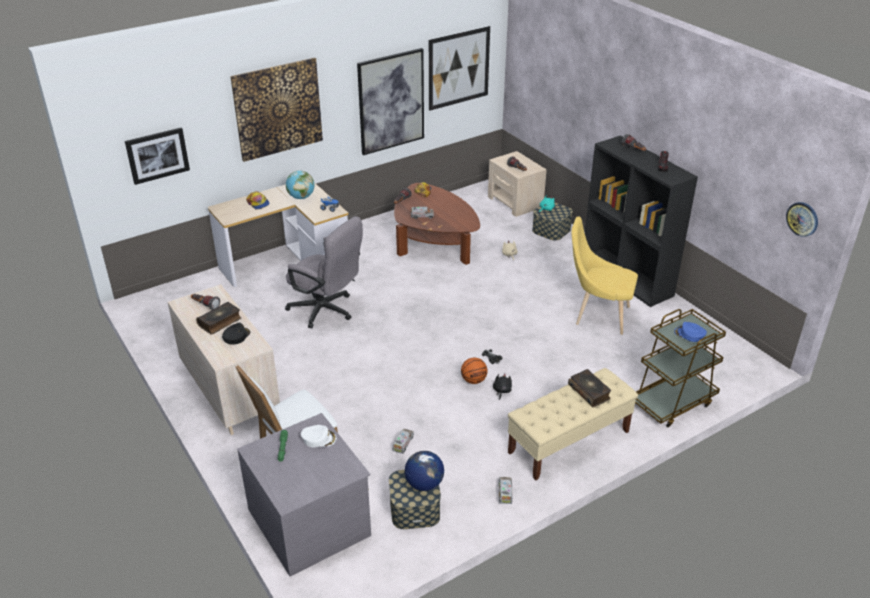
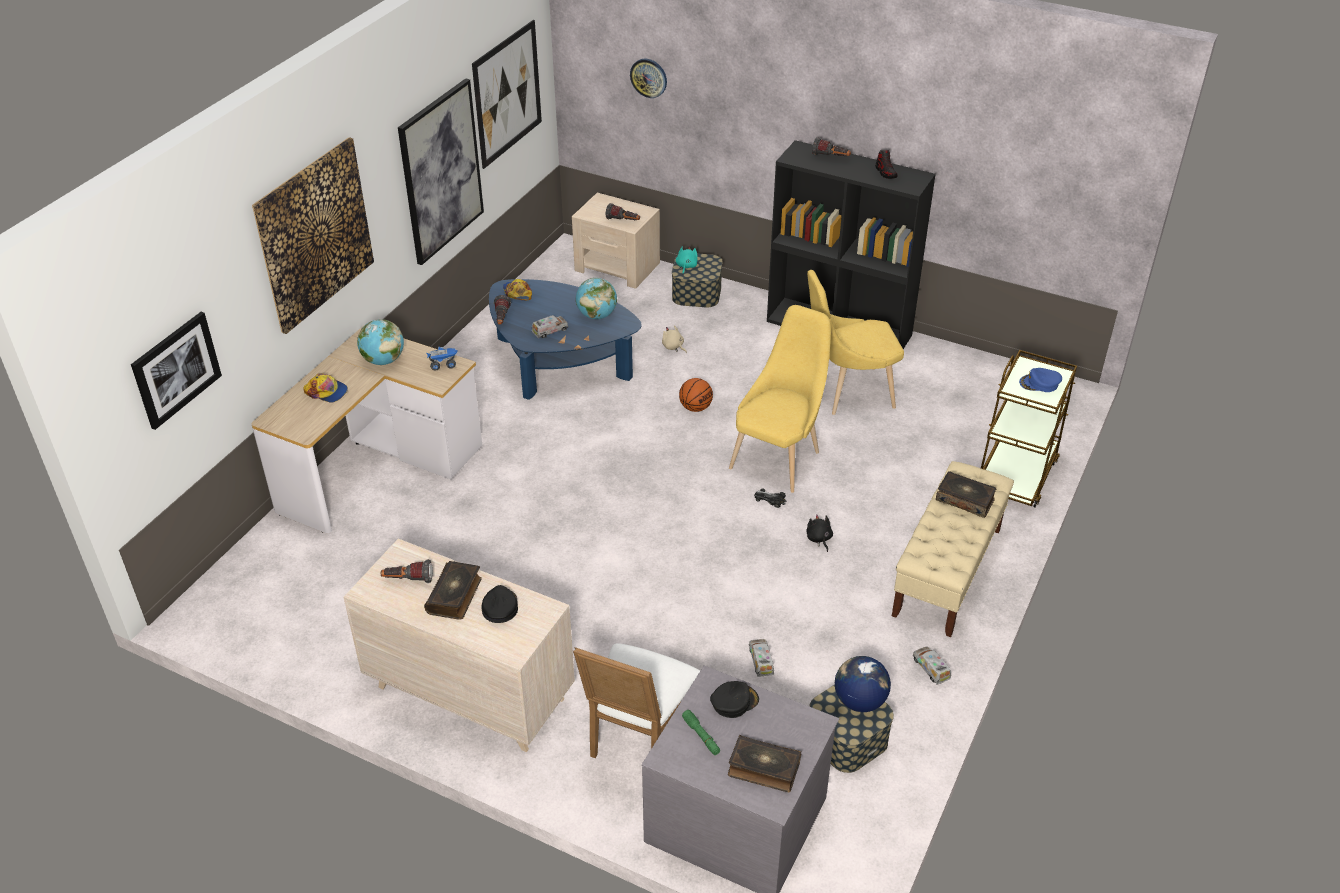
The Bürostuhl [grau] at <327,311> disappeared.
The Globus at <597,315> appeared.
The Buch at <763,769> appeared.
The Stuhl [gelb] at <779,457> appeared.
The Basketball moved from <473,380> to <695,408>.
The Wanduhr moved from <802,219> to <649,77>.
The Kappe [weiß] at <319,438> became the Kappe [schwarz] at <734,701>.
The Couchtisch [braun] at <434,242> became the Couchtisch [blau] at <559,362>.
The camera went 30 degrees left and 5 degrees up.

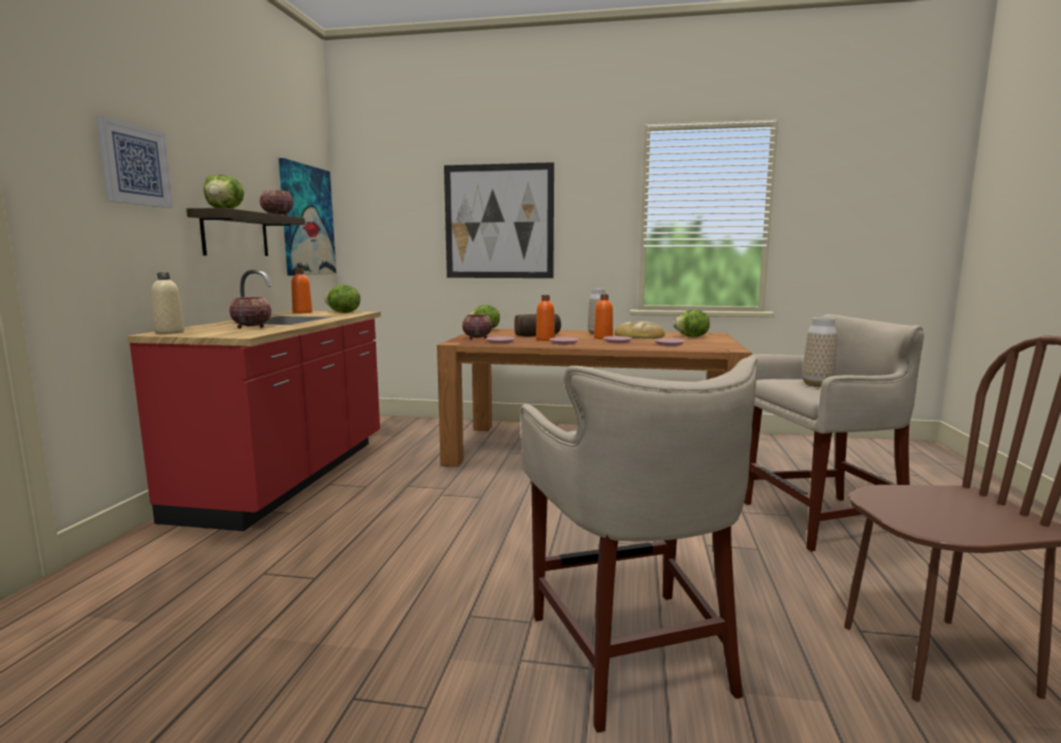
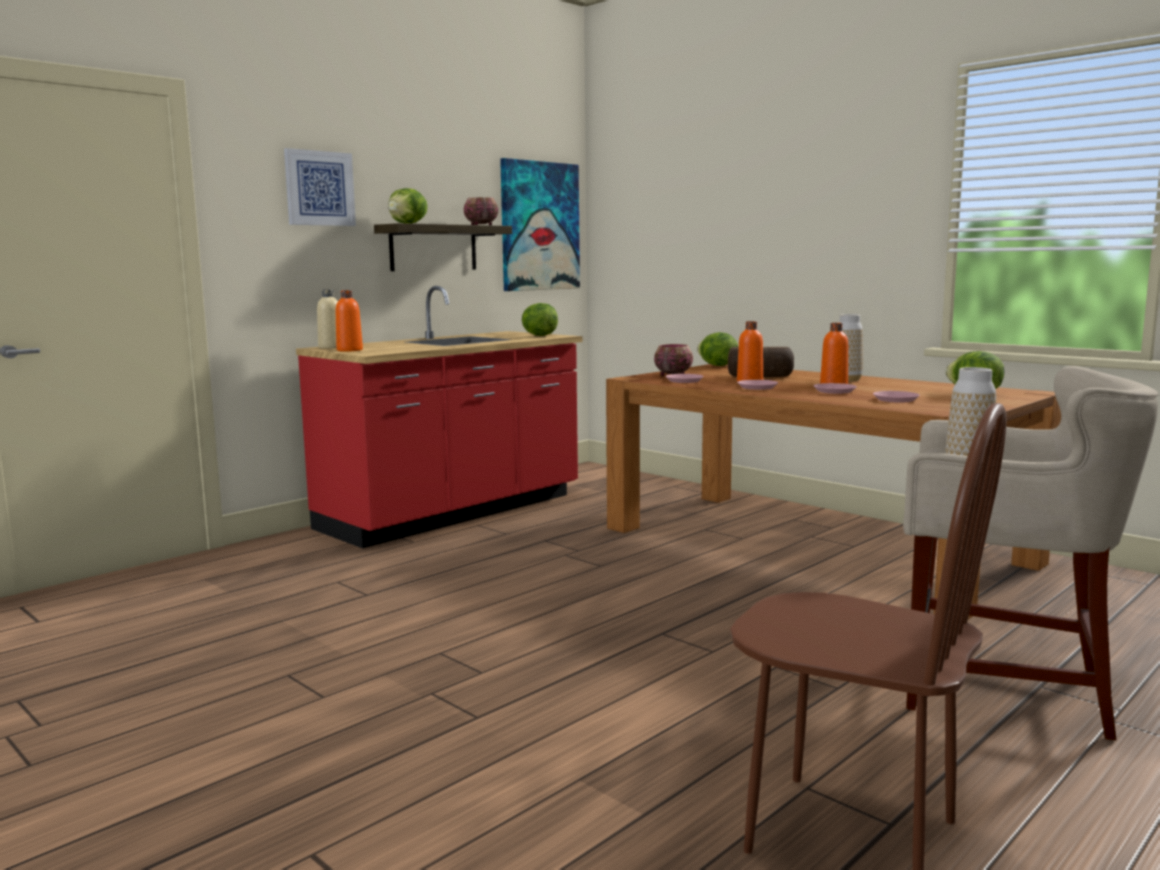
The Schüssel at <251,327> disappeared.
The Bild at <499,222> disappeared.
The Hocker [beige] at <632,650> disappeared.
The Brot at <639,336> disappeared.
The Flasche [orange] moved from <302,312> to <349,350>.
The camera went 35 degrees right and 0 degrees up.

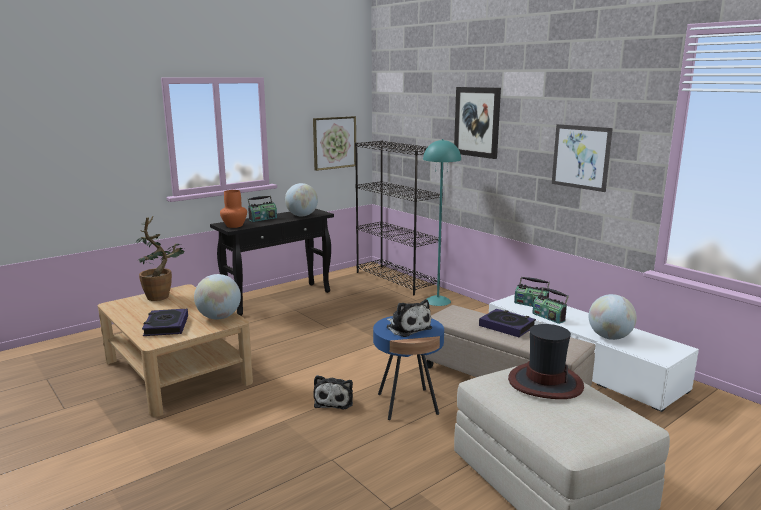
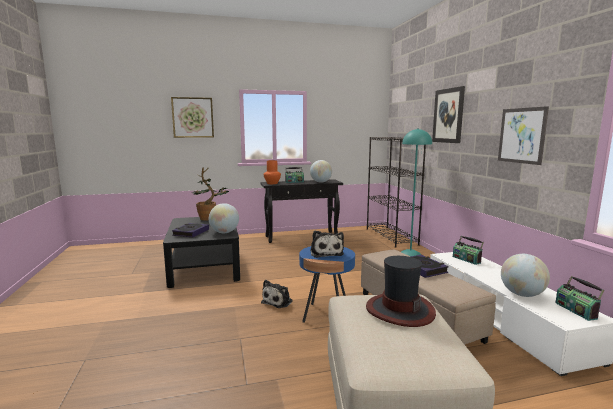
The Bild moved from <334,142> to <193,117>.
The Radio moved from <549,317> to <576,310>.
The Couchtisch [beige] at <176,371> became the Couchtisch [schwarz] at <204,266>.
The camera went 25 degrees right and 5 degrees down.

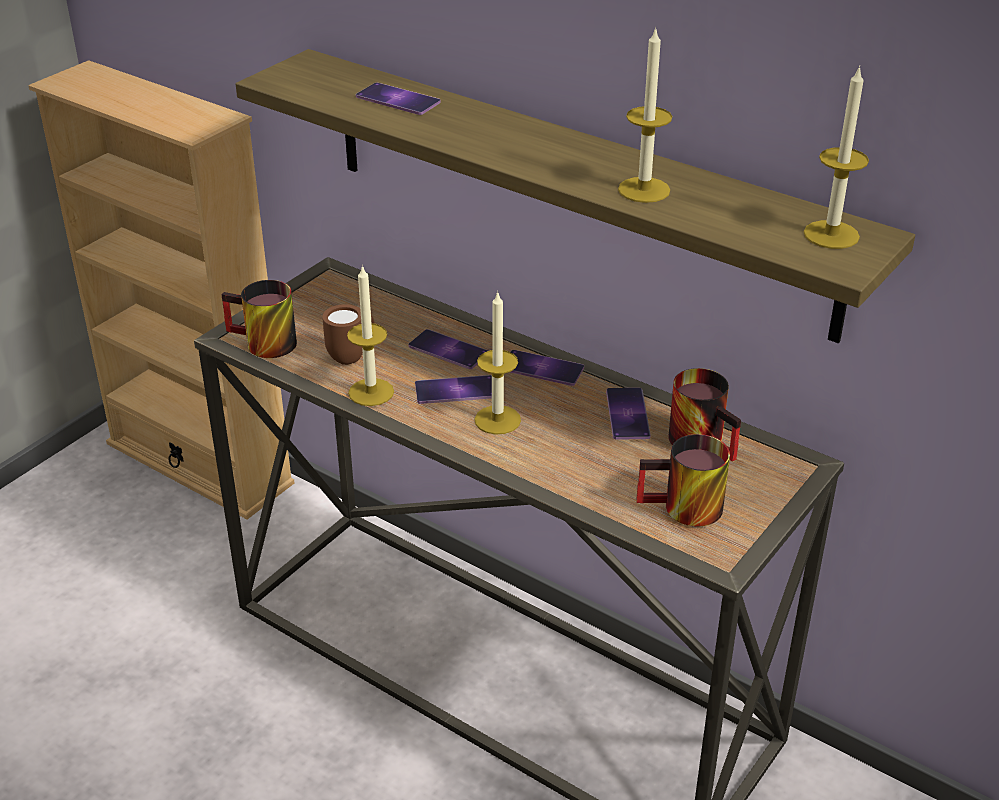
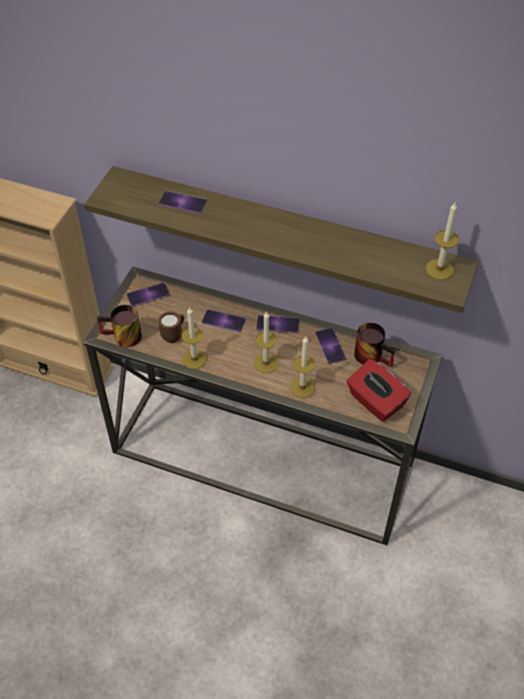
The Handy moved from <455,390> to <148,294>.
The Kerze moved from <644,190> to <302,387>.
The Henkelbecher at <683,510> was replaced by the Taschentuchbox [rot] at <375,402>.
The camera went 15 degrees left and 15 degrees up.

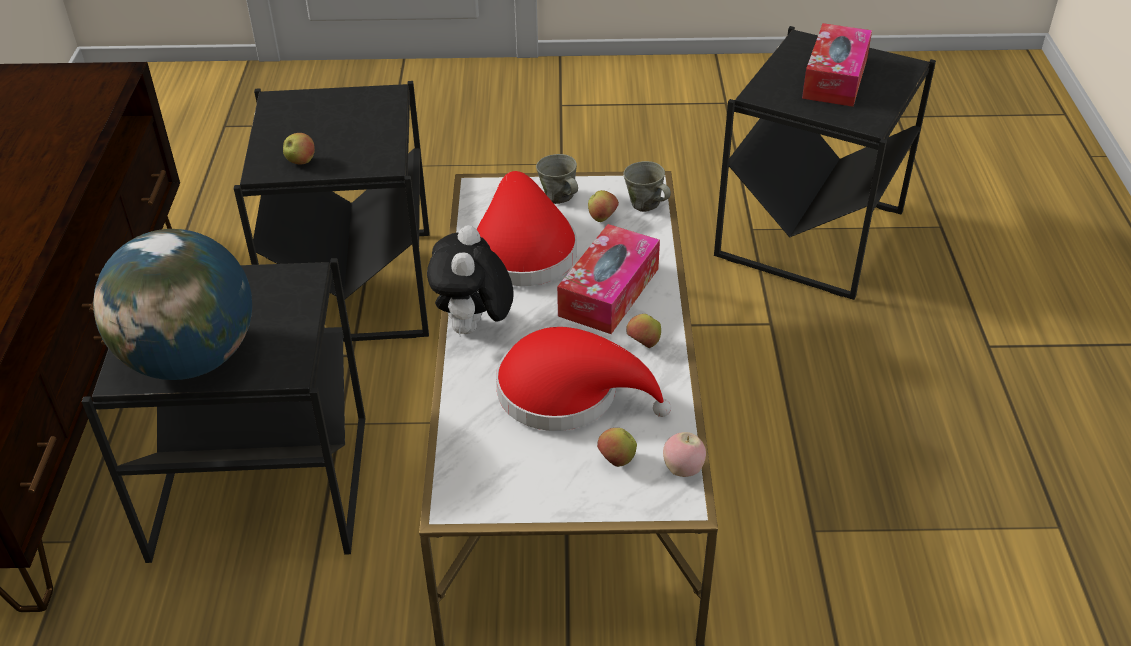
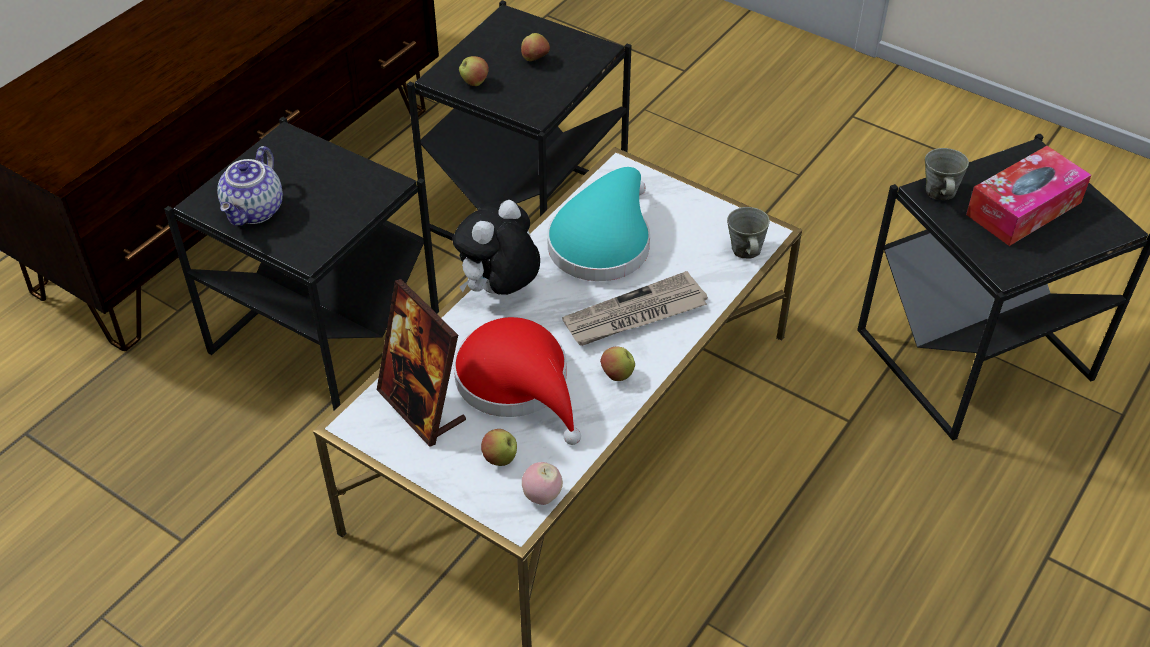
The Bilderrahmen at <422,407> appeared.
The Henkelbecher [grau] moved from <559,197> to <940,193>.
The Apfel moved from <602,218> to <535,60>.
The Globus at <190,358> was replaced by the Teekanne at <255,211>.
The Taschentuchbox at <609,292> was replaced by the Zeitung at <634,315>.
The Hut [rot] at <522,249> became the Hut [türkis] at <602,241>.
The camera went 35 degrees right and 5 degrees up.

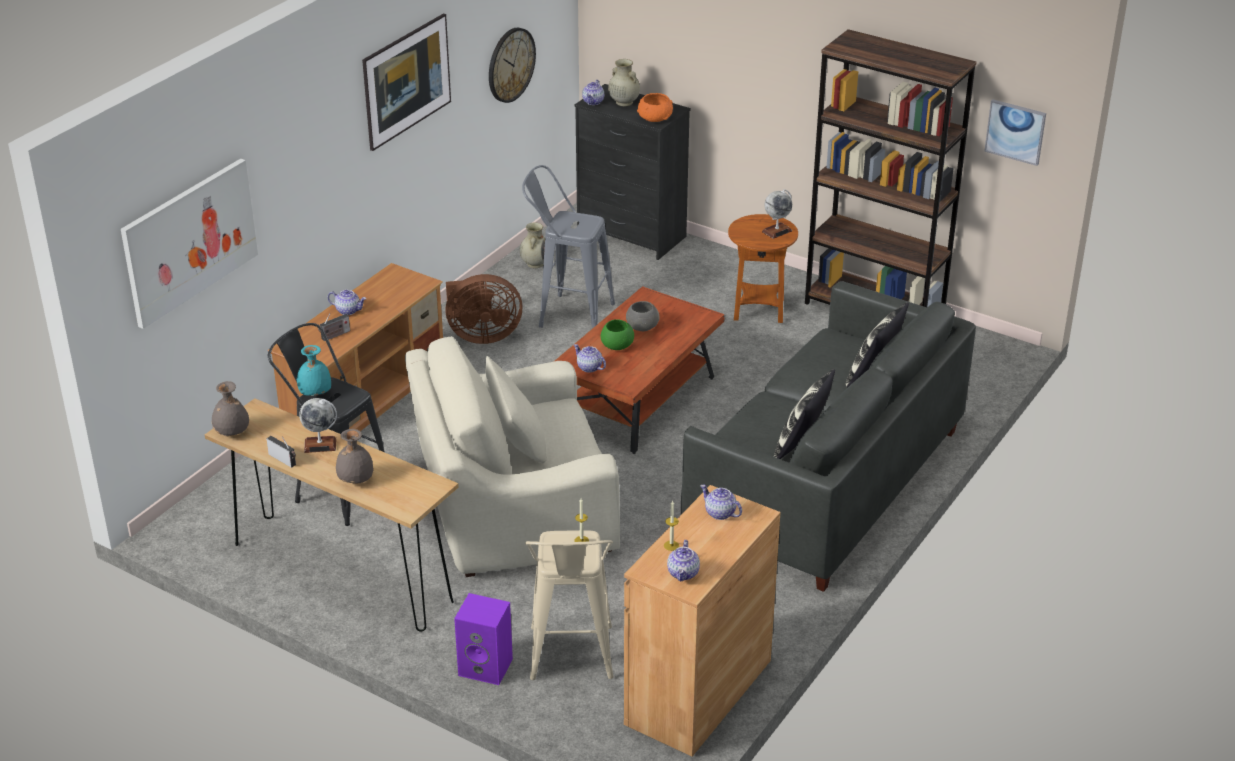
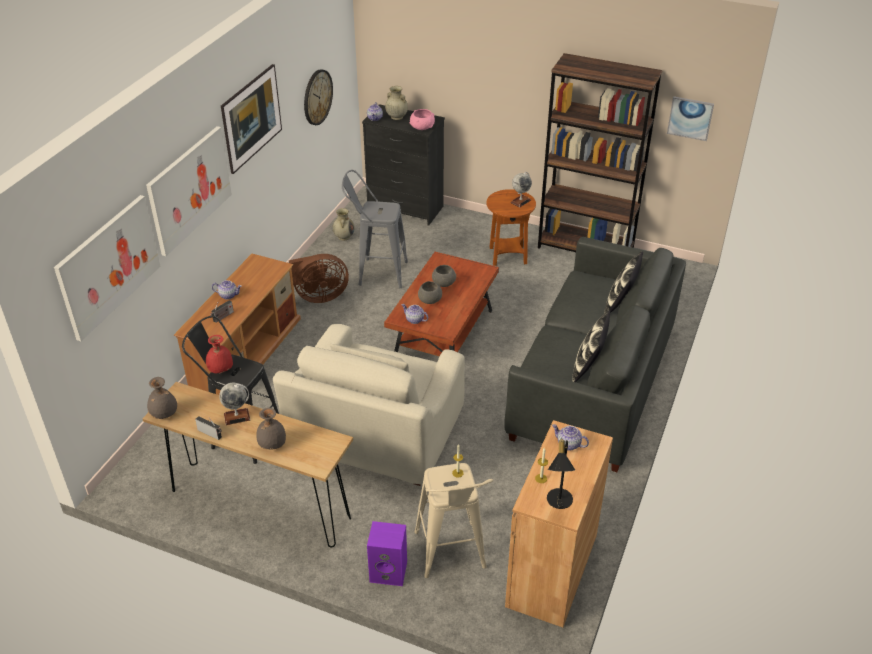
The Bild at <189,189> appeared.
The Teekanne at <683,573> was replaced by the Tischlampe [schwarz] at <558,502>.
The Vase [türkis] at <314,394> became the Vase [rot] at <220,370>.
The Schüssel [grün] at <616,346> became the Schüssel [grau] at <429,300>.
The Schüssel [orange] at <655,118> became the Schüssel [rosa] at <422,127>.
The Sessel [beige] at <512,509> turned 45 degrees counterclockwise.
The camera went 10 degrees left and 5 degrees up.

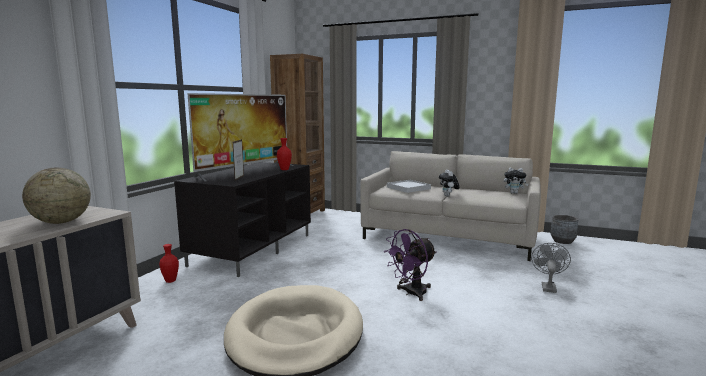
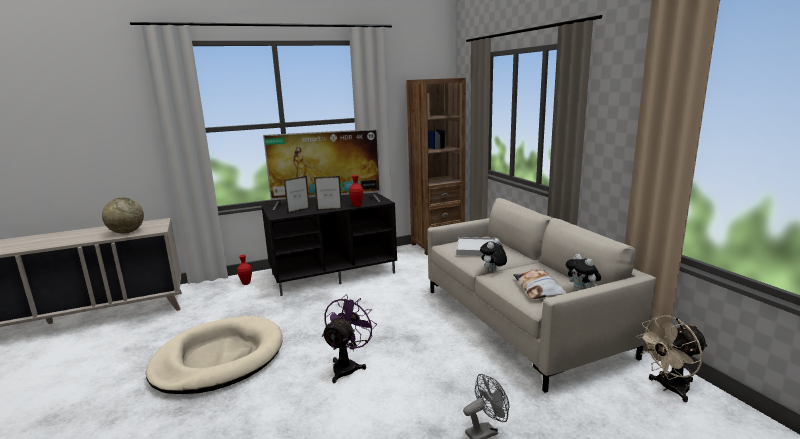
The Bilderrahmen at <329,209> appeared.
The Kissen at <538,288> appeared.
The Pflanzkübel [grau] at <562,241> was replaced by the Ventilator [beige] at <669,388>.
The Ventilator [lila] at <411,293> turned 105 degrees clockwise.
The camera went 45 degrees right and 5 degrees up.

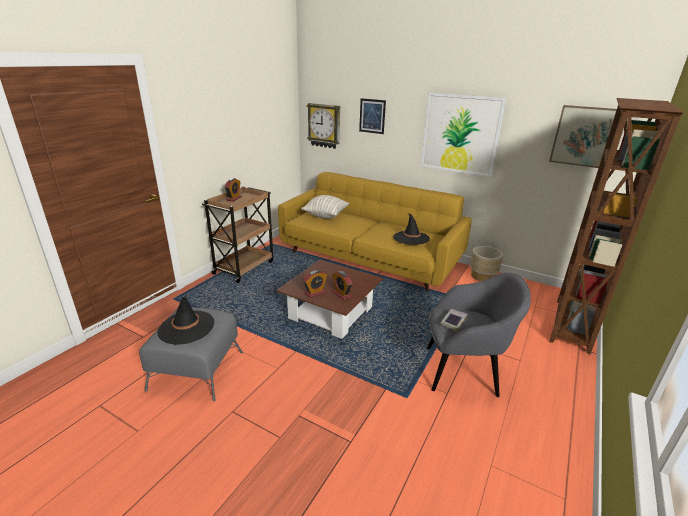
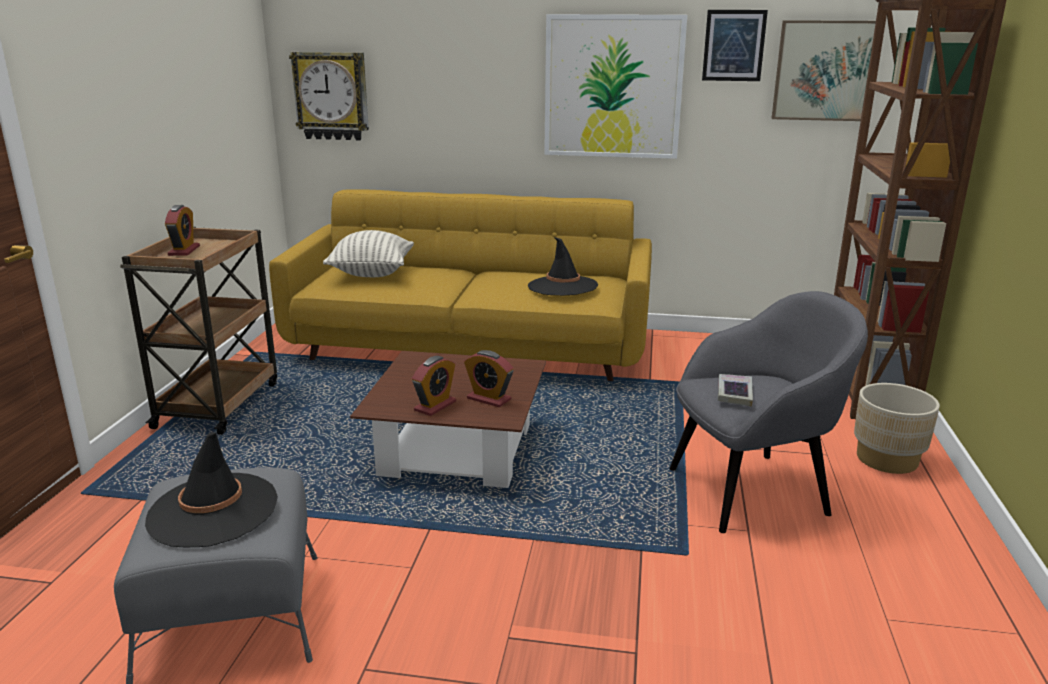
The Bild moved from <372,116> to <734,45>.
The Pflanzkübel [beige] moved from <483,276> to <887,459>.
The camera went 20 degrees left and 5 degrees down.

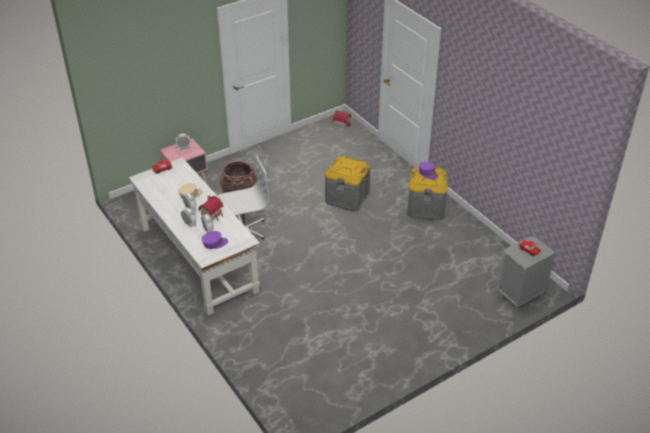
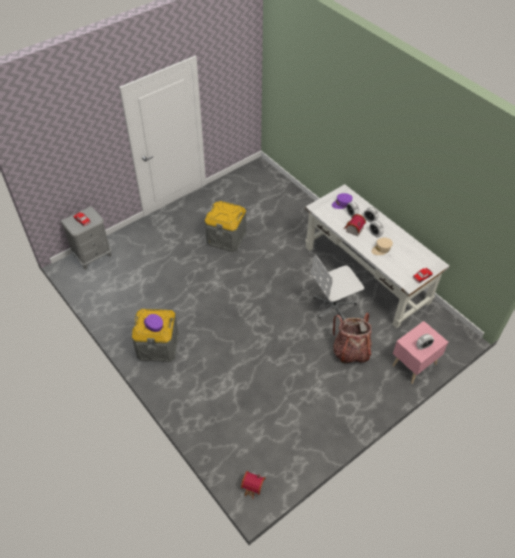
The Aufbewahrungsbox [grau] moved from <347,198> to <226,237>.
The camera went 175 degrees right and 10 degrees up.

